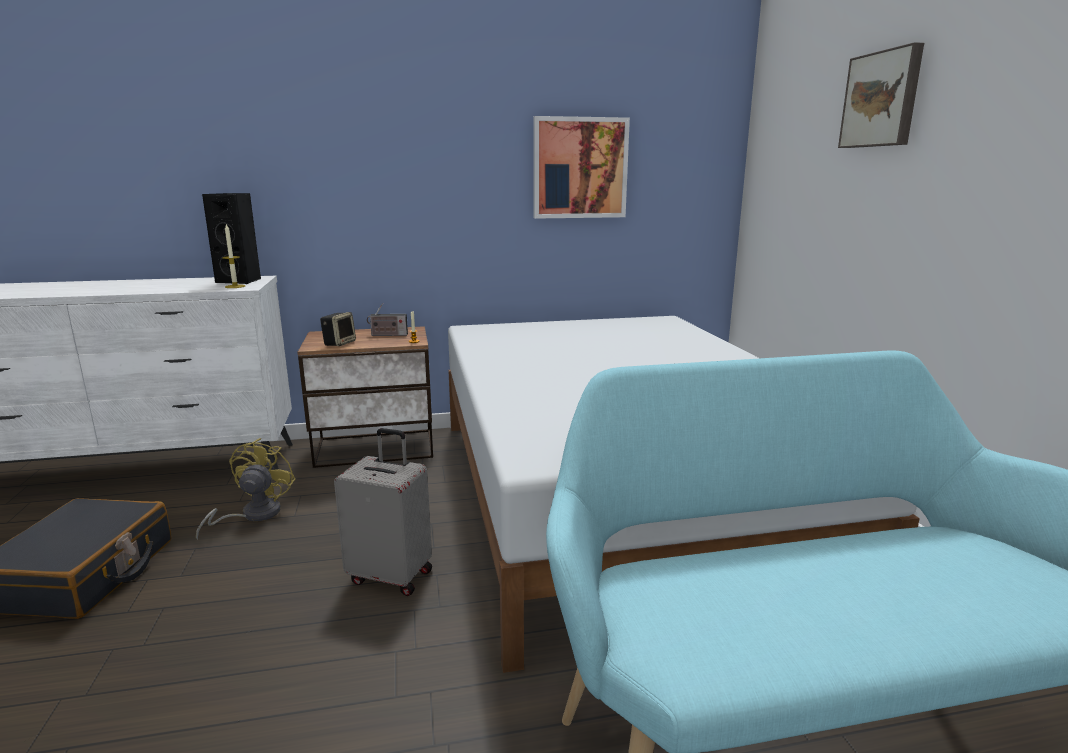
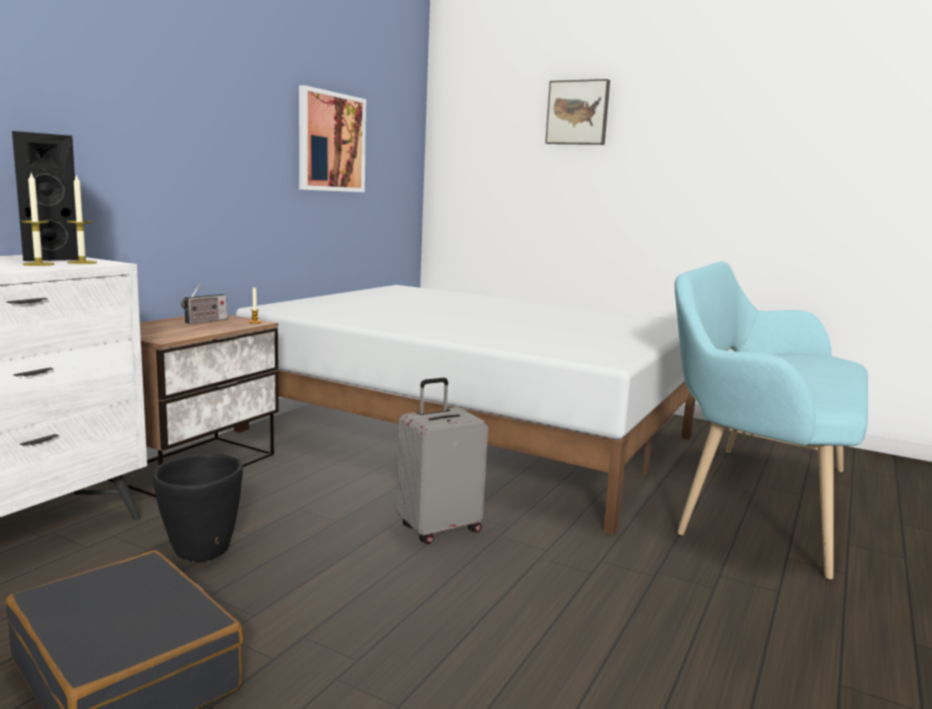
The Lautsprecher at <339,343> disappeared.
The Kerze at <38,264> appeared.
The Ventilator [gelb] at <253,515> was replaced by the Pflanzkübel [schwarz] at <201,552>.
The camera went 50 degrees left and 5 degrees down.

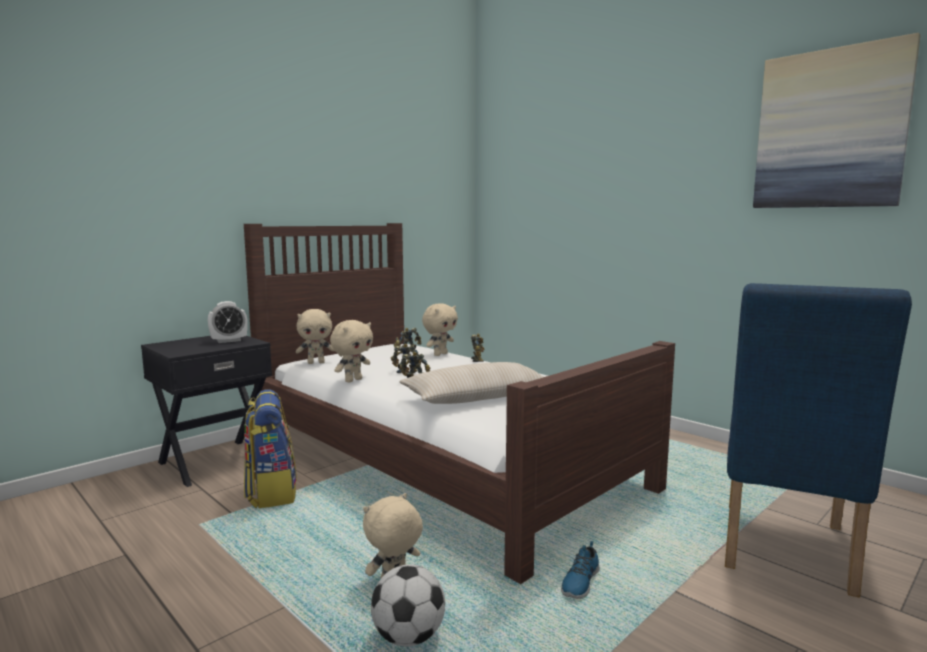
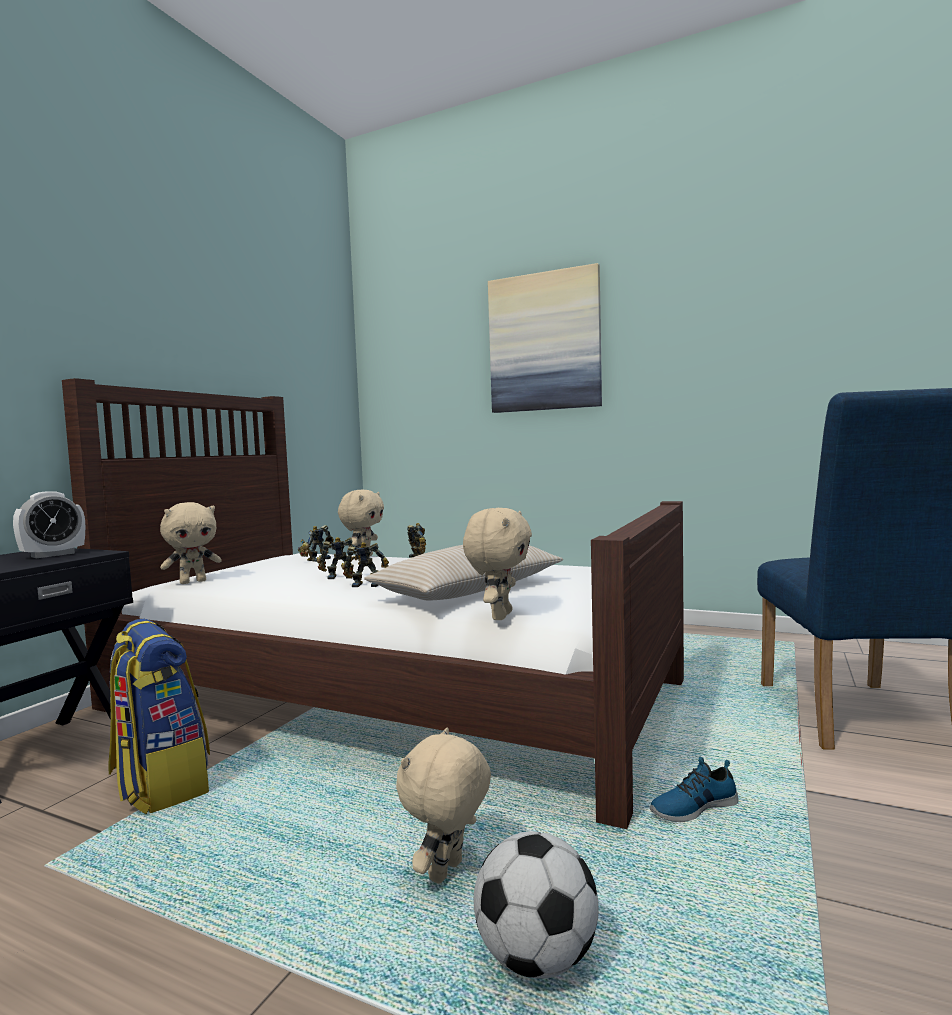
The Plüschtier [beige] moved from <353,380> to <499,616>.
The Bild moved from <830,129> to <544,342>.
The Schuh at <579,582> turned 60 degrees clockwise.
The camera went 20 degrees left and 5 degrees down.

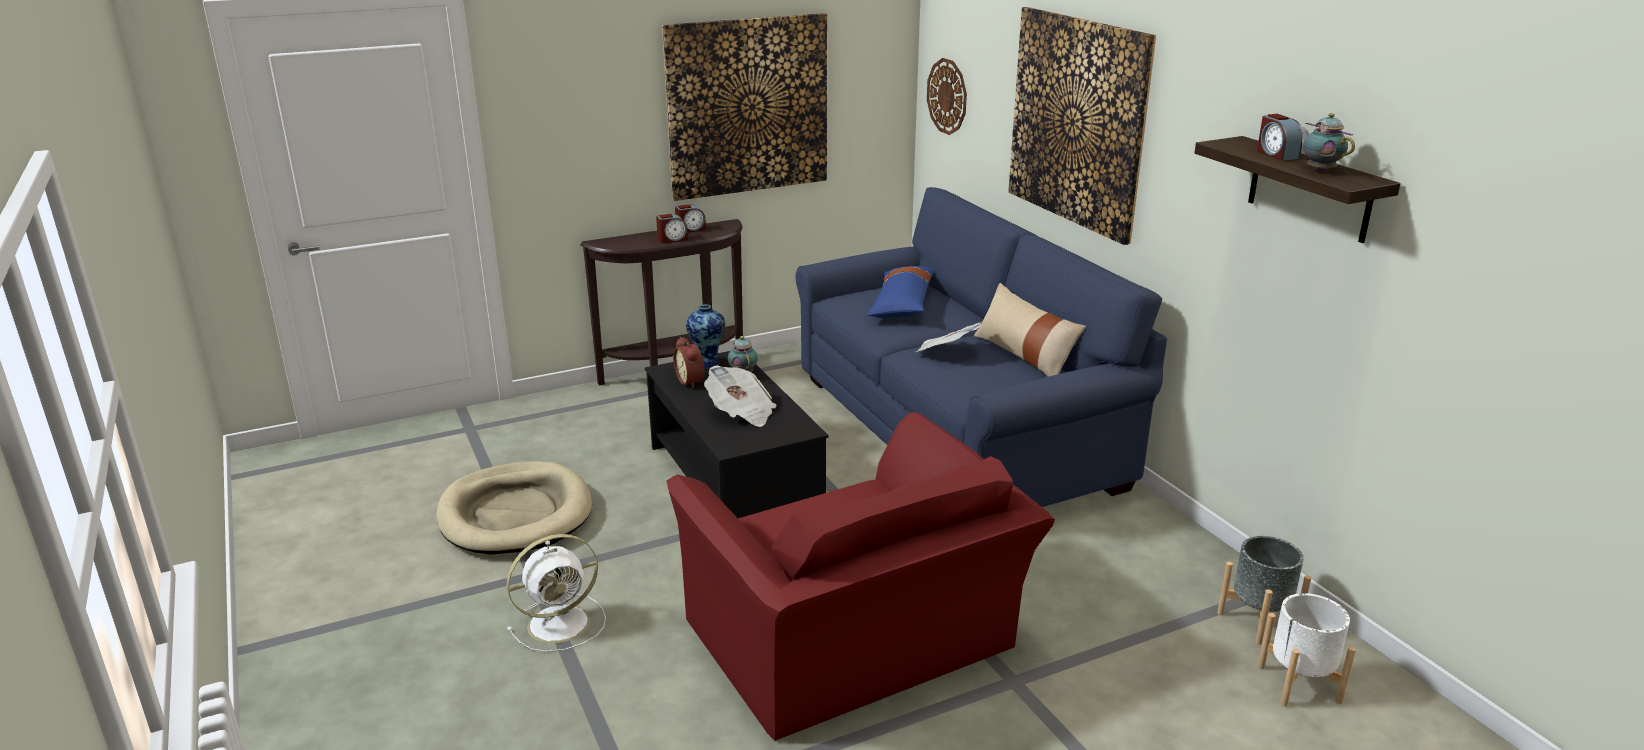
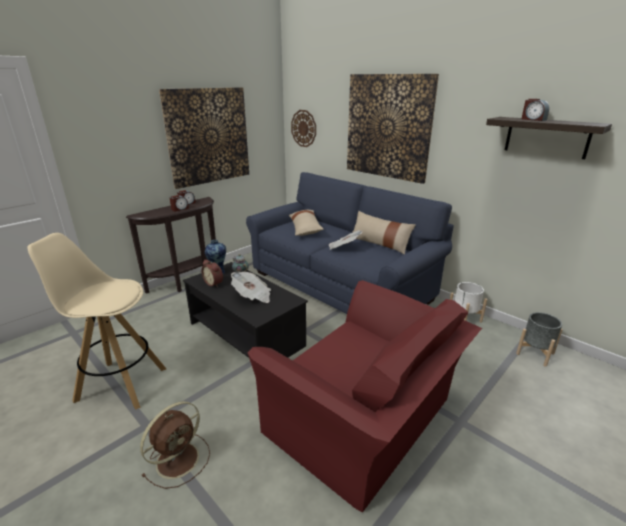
The Teekanne at <1319,170> disappeared.
The Pflanzkübel [weiß] moved from <1298,683> to <464,318>.
The Hundebett [beige] at <515,514> was replaced by the Hocker [beige] at <120,384>.
The Ventilator [weiß] at <561,623> became the Ventilator [braun] at <179,458>.
The Kissen [blau] at <902,304> became the Kissen [beige] at <305,228>.
The camera went 20 degrees left and 0 degrees up.

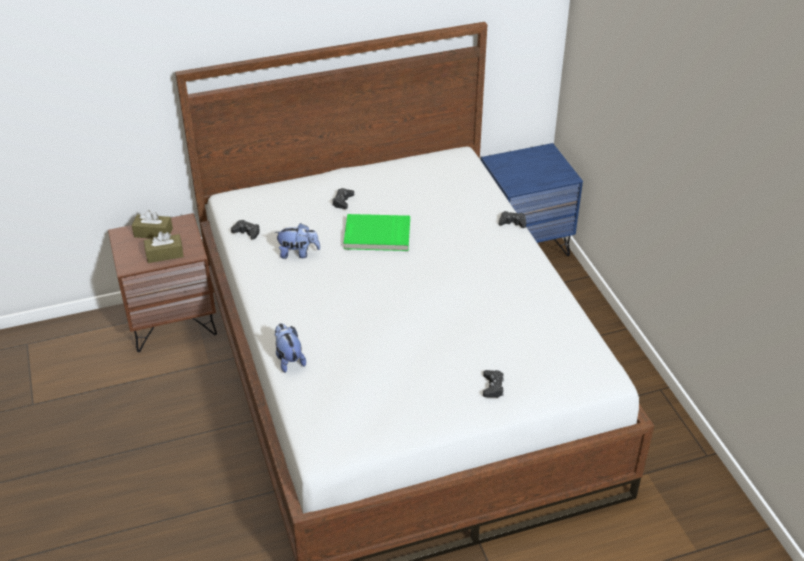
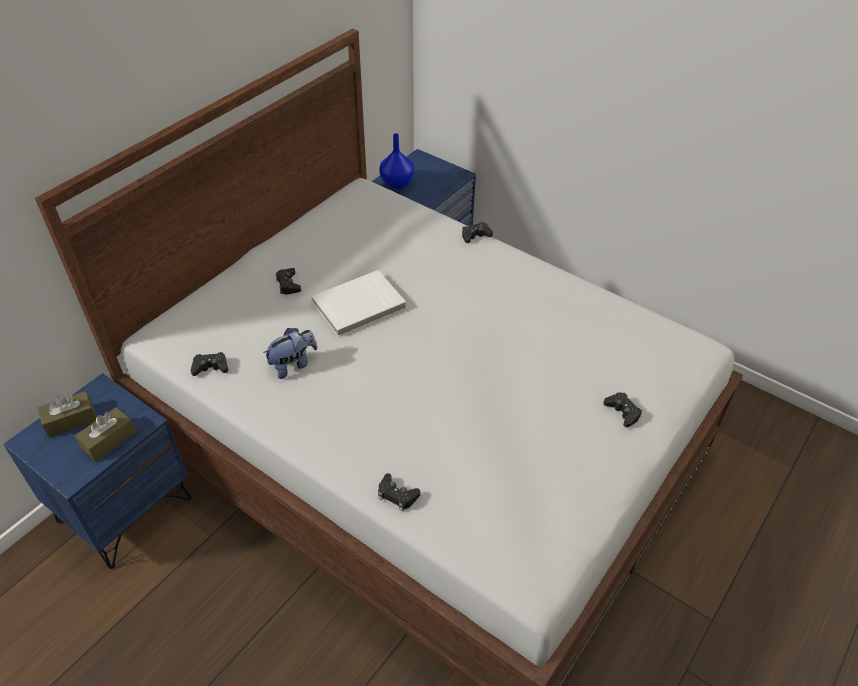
The Vase [blau] at <396,184> appeared.
The Plüschtier at <288,359> was replaced by the Gamepad [schwarz] at <397,495>.
The Nachttisch [braun] at <172,320> became the Nachttisch [blau] at <124,508>.
The Buch [grün] at <377,235> became the Buch [weiß] at <359,306>.
The camera went 35 degrees left and 5 degrees up.

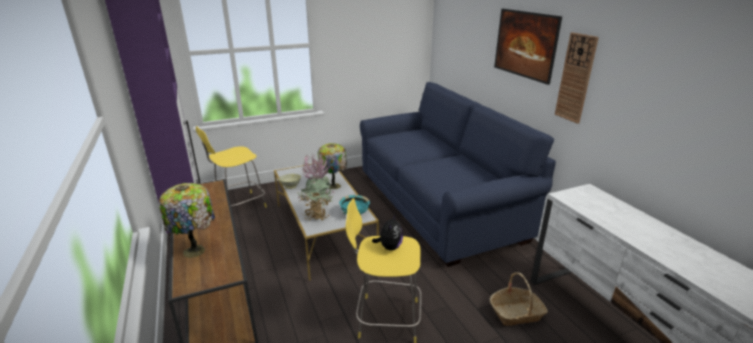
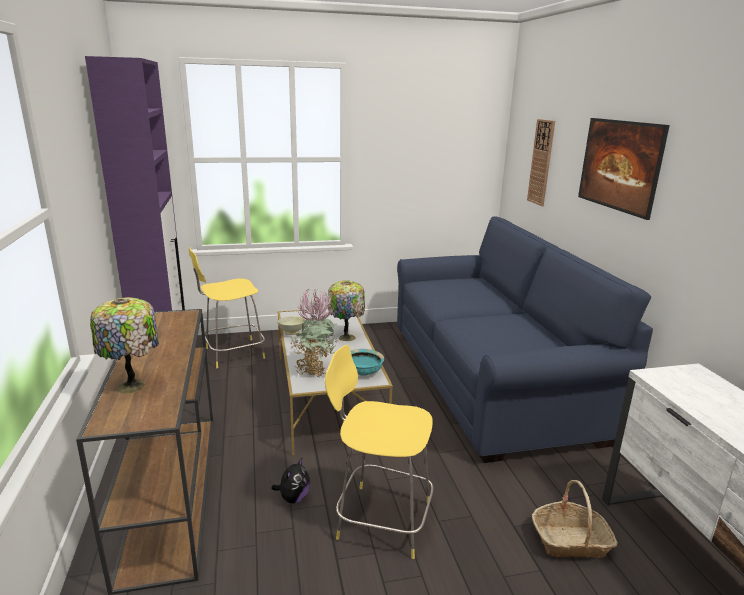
The Plüschtier moved from <389,247> to <293,498>.
The Wanduhr moved from <576,78> to <541,162>.
The camera went 10 degrees right and 5 degrees down.

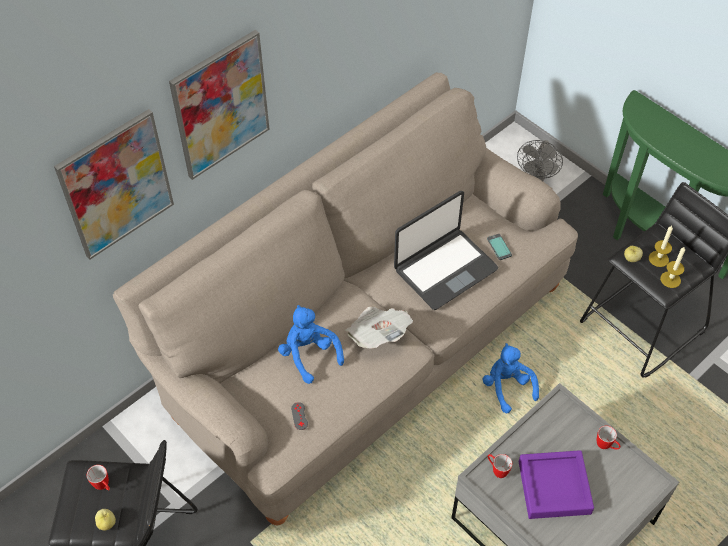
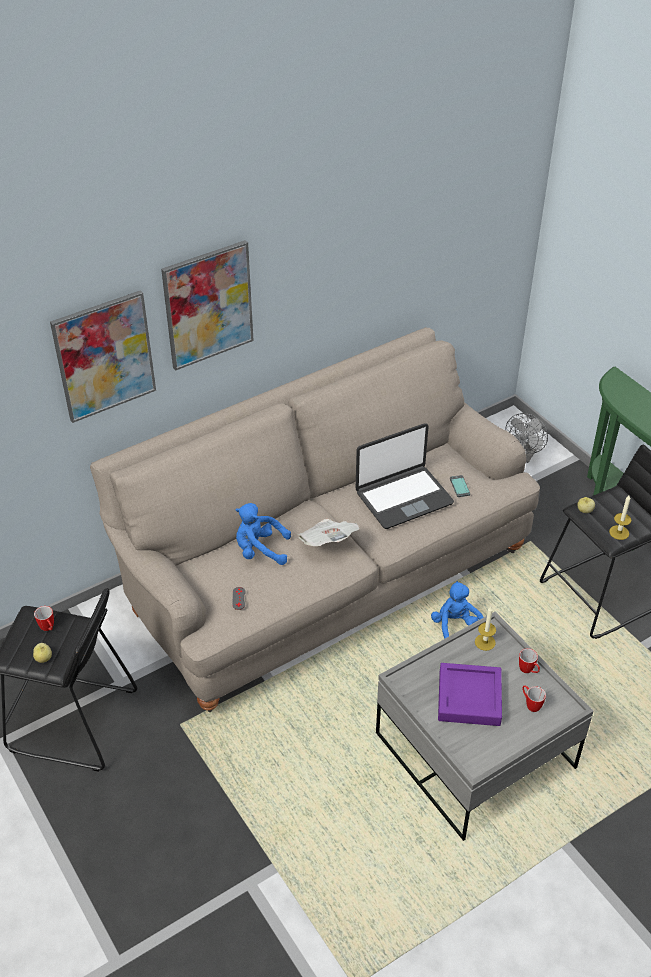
The Henkelbecher moved from <497,470> to <530,704>.
The Kerze moved from <658,259> to <485,642>.
The Plüschtier [blau] at <309,354> turned 60 degrees counterclockwise.
The camera went 10 degrees right and 10 degrees down.

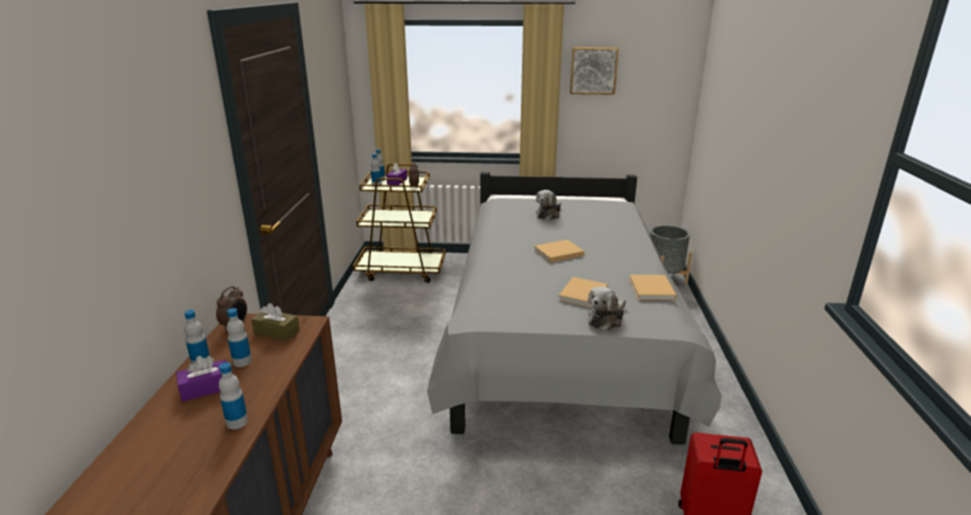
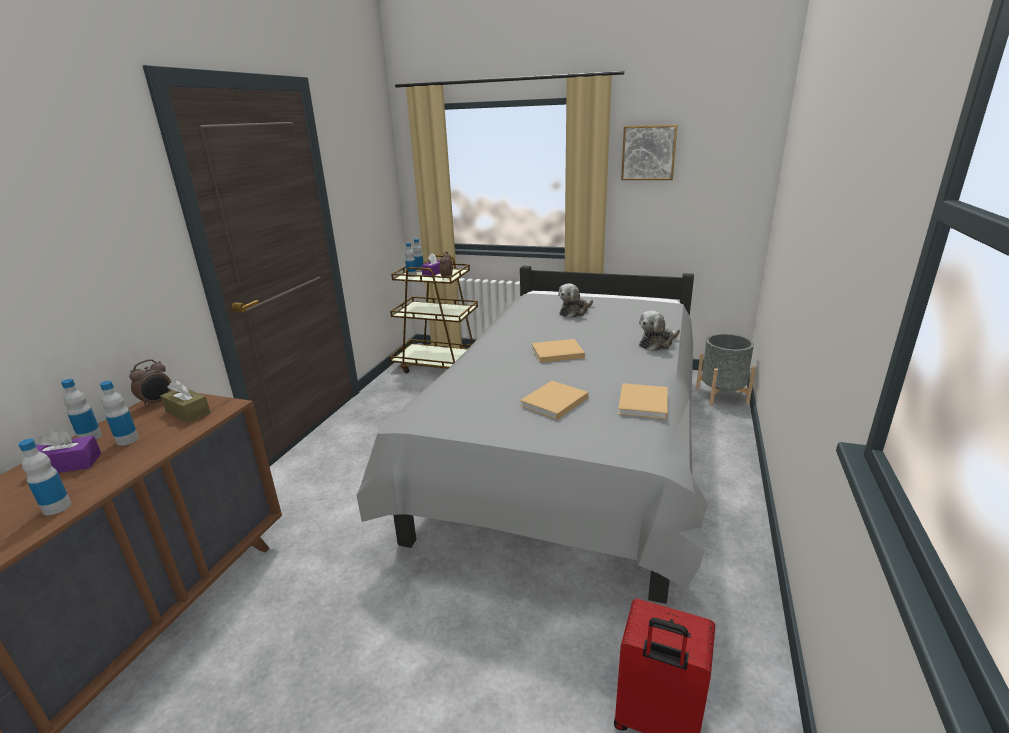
The Plüschtier moved from <606,319> to <657,343>.
The camera went 15 degrees right and 0 degrees up.

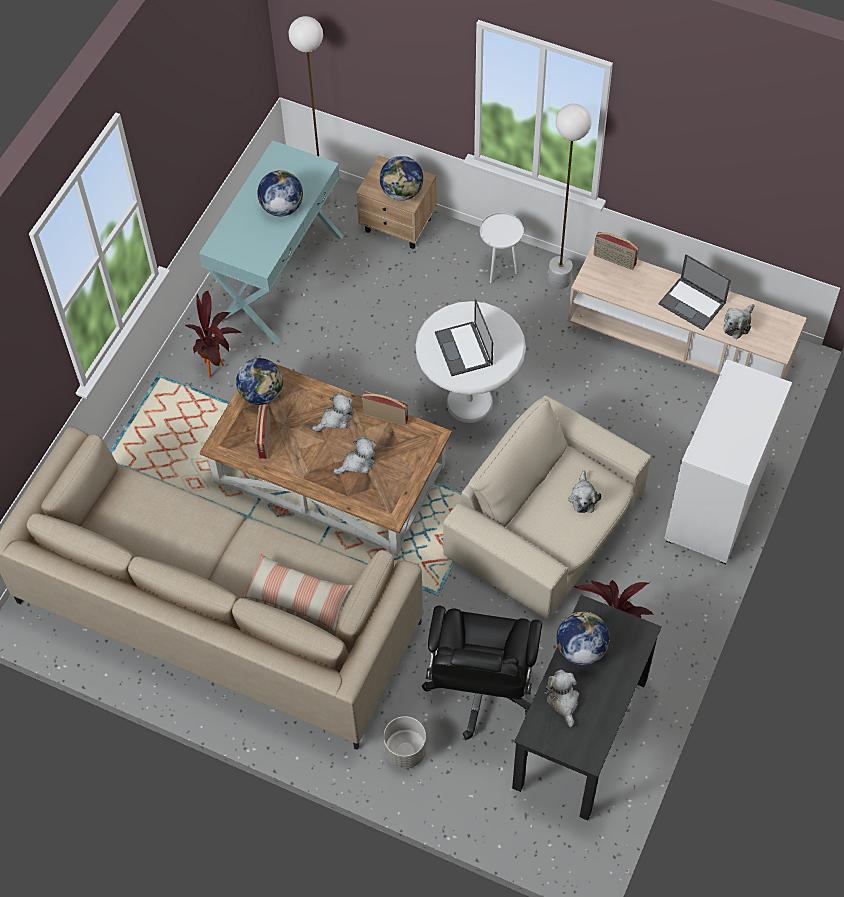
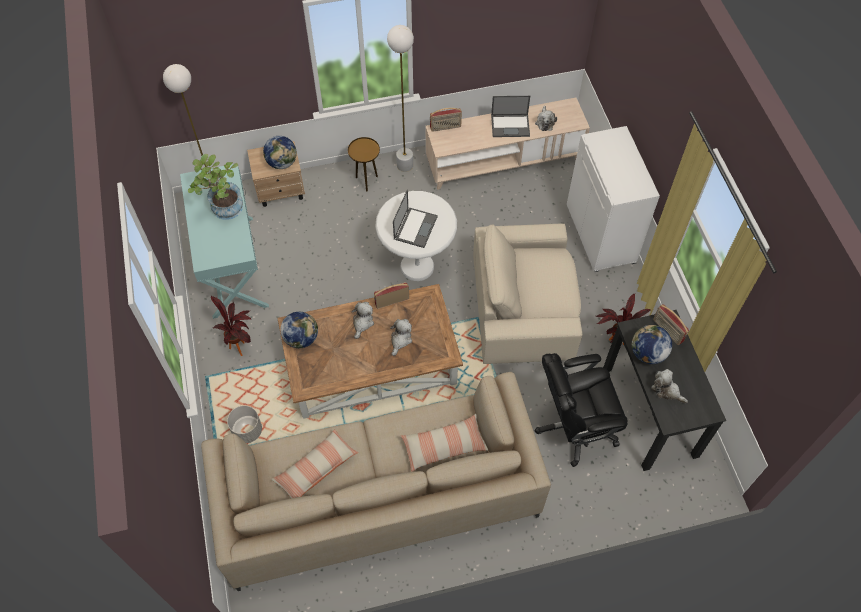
The Plüschtier at <583,497> disappeared.
The Kissen at <316,469> appeared.
The Radio moved from <264,439> to <667,331>.
The Pflanzkübel [grau] moved from <405,751> to <247,431>.
The Globus at <281,207> was replaced by the Topfpflanze at <224,211>.
The Beistelltisch [weiß] at <500,272> became the Beistelltisch [braun] at <366,181>.
The Bürostuhl [schwarz] at <481,689> turned 105 degrees clockwise.
The Laptop at <464,349> turned 105 degrees counterclockwise.
The camera went 40 degrees left and 0 degrees up.

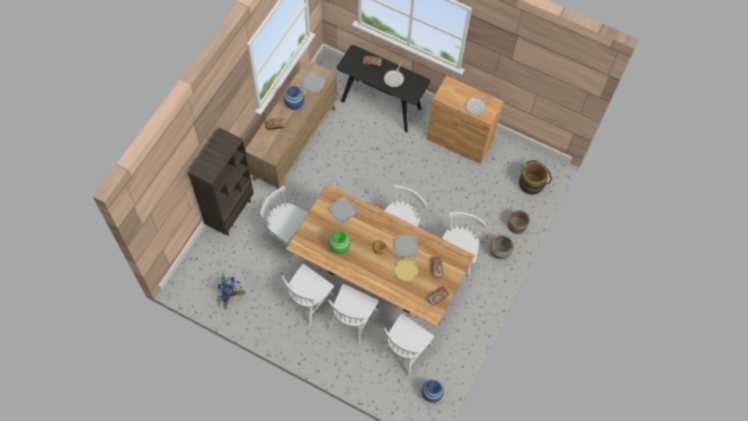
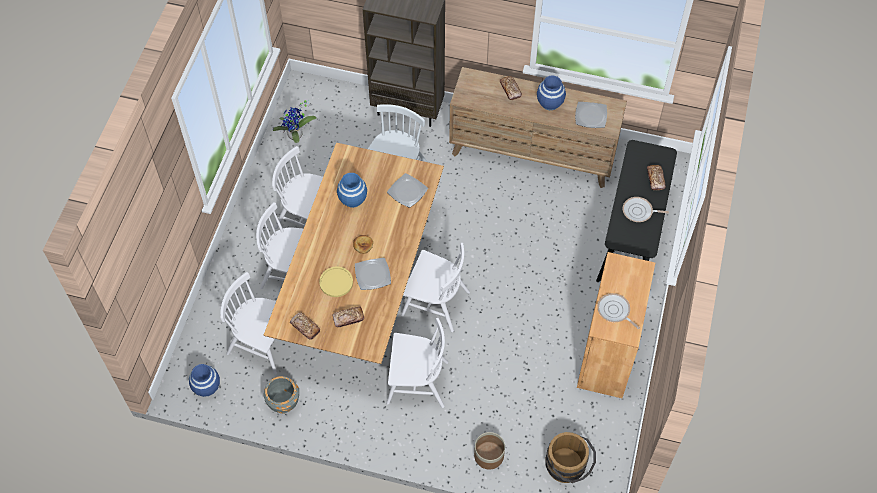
The Pflanzkübel [grau] moved from <499,252> to <283,402>.
The Vase [grün] at <339,247> became the Vase [blau] at <353,199>.
The camera went 80 degrees right and 5 degrees down.

